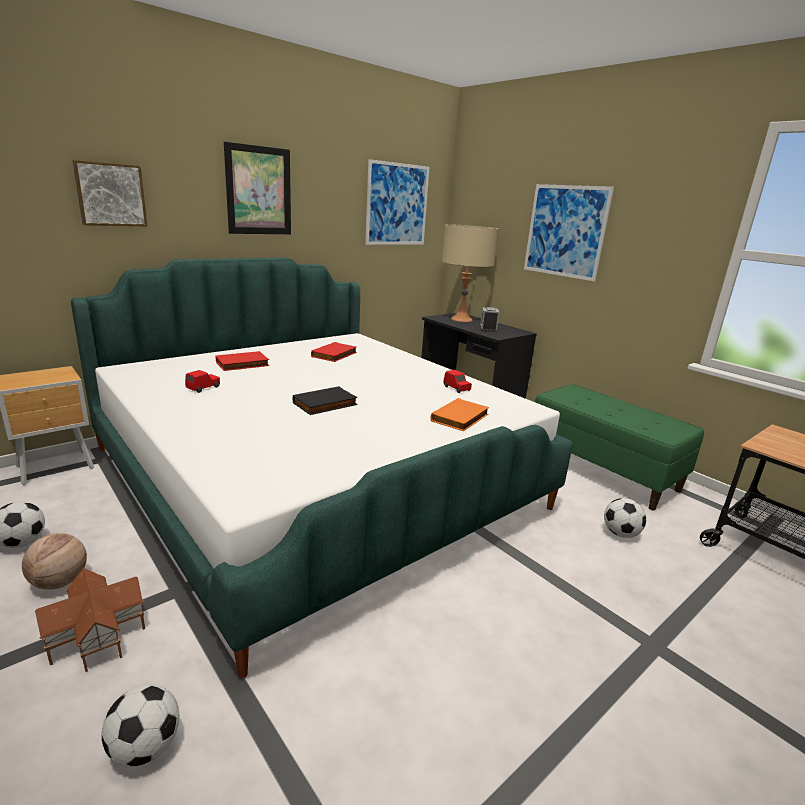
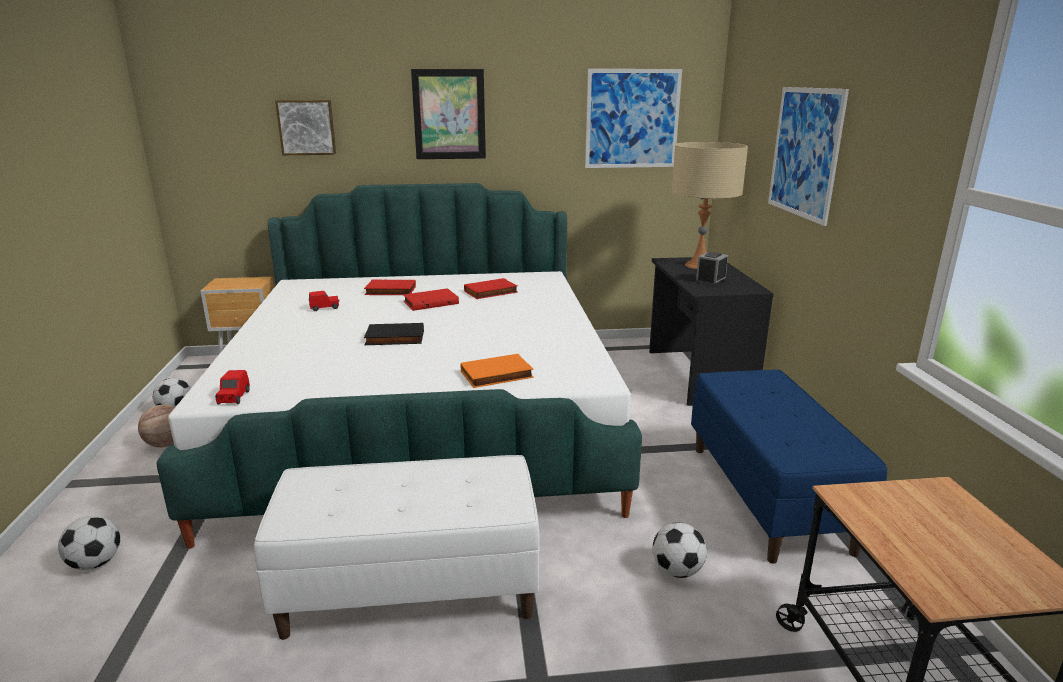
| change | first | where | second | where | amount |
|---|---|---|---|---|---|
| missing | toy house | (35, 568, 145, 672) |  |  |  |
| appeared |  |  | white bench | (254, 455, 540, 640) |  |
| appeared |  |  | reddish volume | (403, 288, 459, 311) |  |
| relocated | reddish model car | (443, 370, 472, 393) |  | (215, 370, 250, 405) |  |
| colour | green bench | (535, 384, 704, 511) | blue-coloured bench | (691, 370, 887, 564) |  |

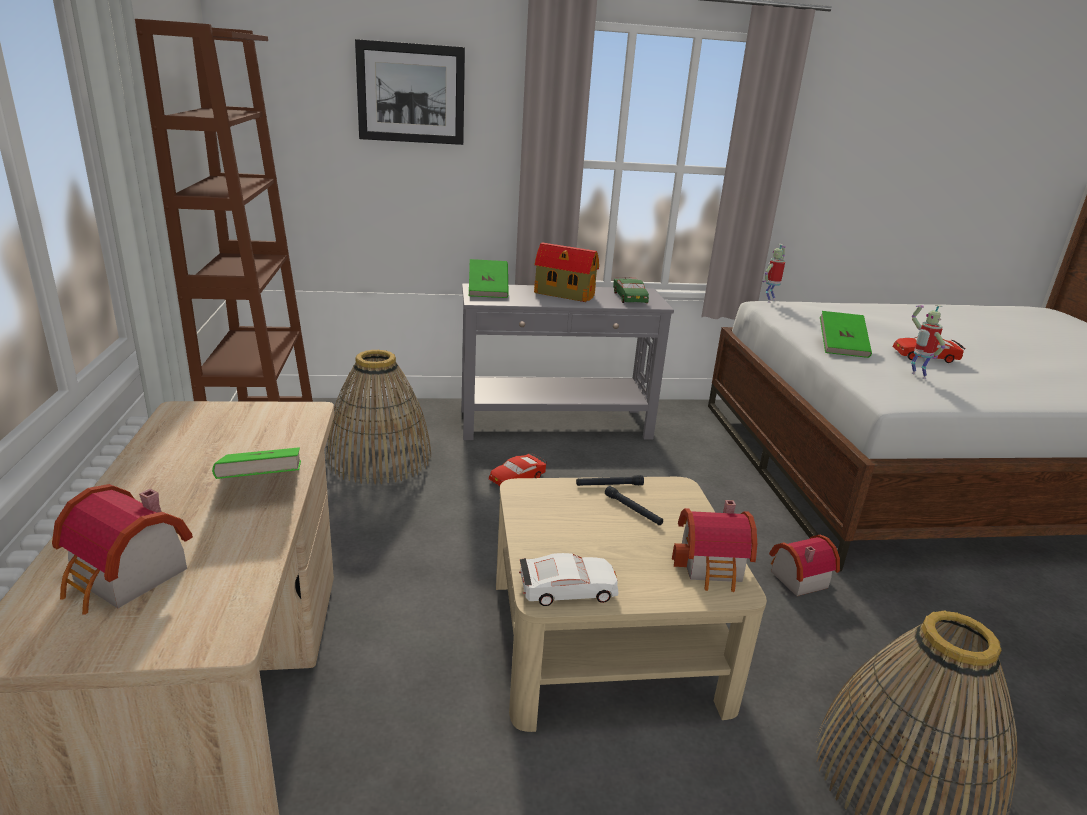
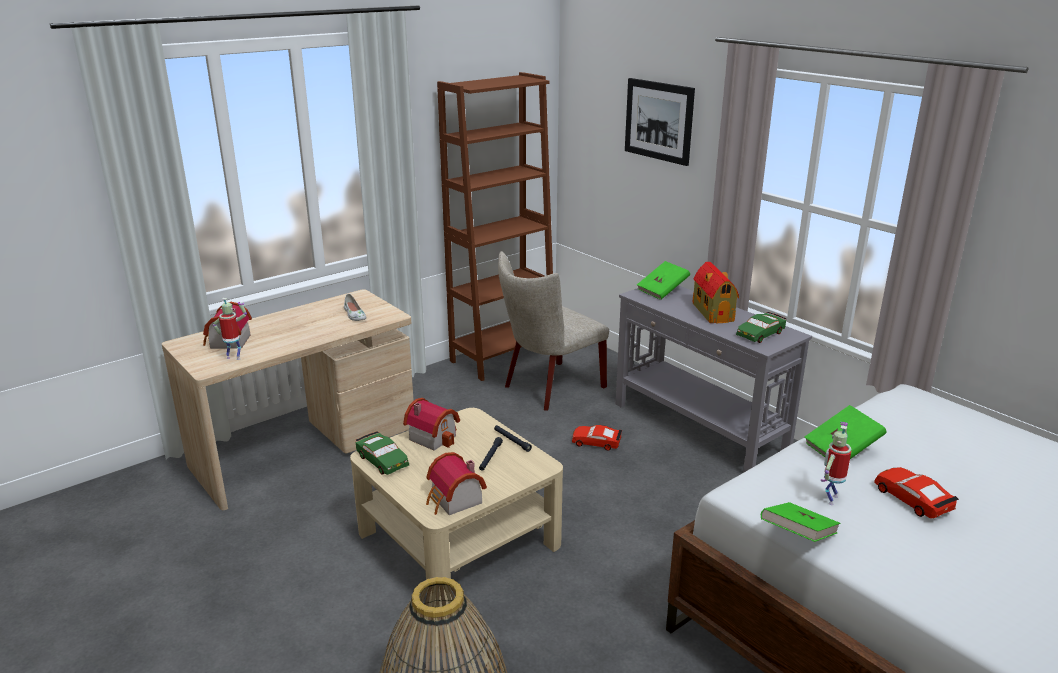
| change | first | where | second | where | amount |
|---|---|---|---|---|---|
| appeared |  |  | white shoe | (344, 294, 366, 321) |  |
| relocated | green volume | (212, 447, 301, 479) |  | (761, 502, 840, 542) |  |
| relocated | model robot | (762, 244, 785, 303) |  | (213, 298, 247, 360) |  |
| relocated | toy house | (769, 534, 840, 596) |  | (403, 398, 460, 450) |  |
| exchanged | household basket | (326, 350, 431, 484) | beige-coloured plain chair | (498, 251, 609, 411) |  |
| colour | white model car | (519, 553, 618, 606) | green model car | (356, 431, 409, 475) |  |

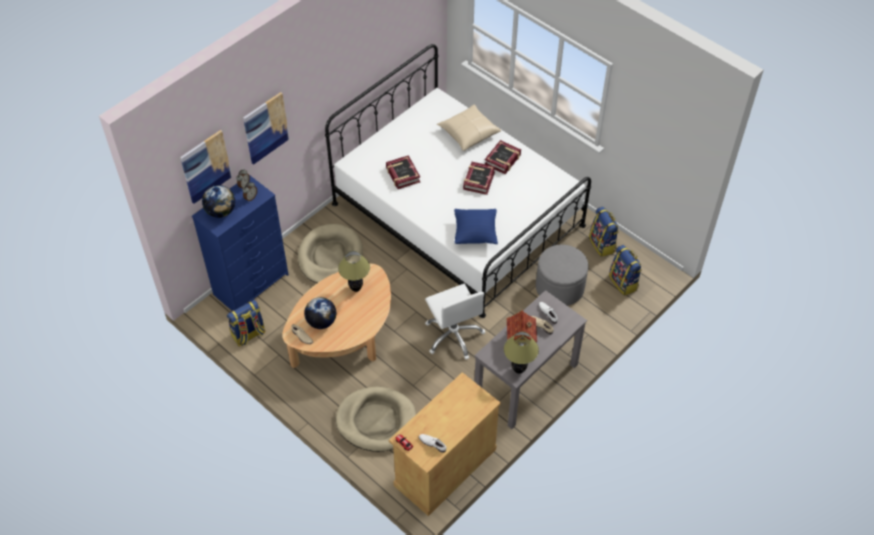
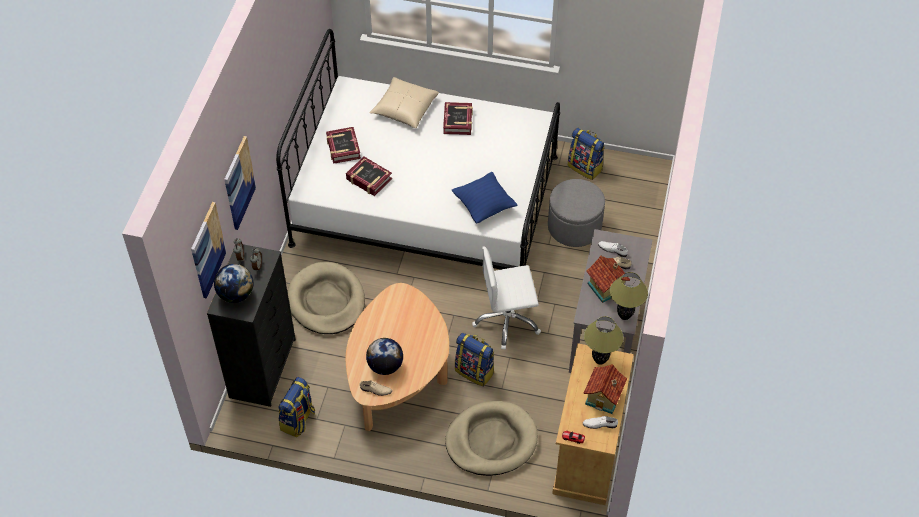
| change | first | where | second | where | amount |
|---|---|---|---|---|---|
| appeared |  |  | toy house | (584, 364, 627, 414) |  |
| relocated | lamp for a table | (338, 251, 370, 292) |  | (584, 316, 624, 365) |  |
| relocated | volume | (463, 162, 495, 195) |  | (326, 127, 361, 164) |  |
| relocated | rucksack | (609, 245, 642, 296) |  | (455, 333, 494, 387) |  |
| colour | blue-coloured drawer chest | (192, 175, 289, 311) | blackish drawer chest | (207, 244, 296, 407) |  |
| spun | white desk chair | (425, 284, 485, 360) |  | (472, 246, 541, 350) | 135 degrees clockwise |

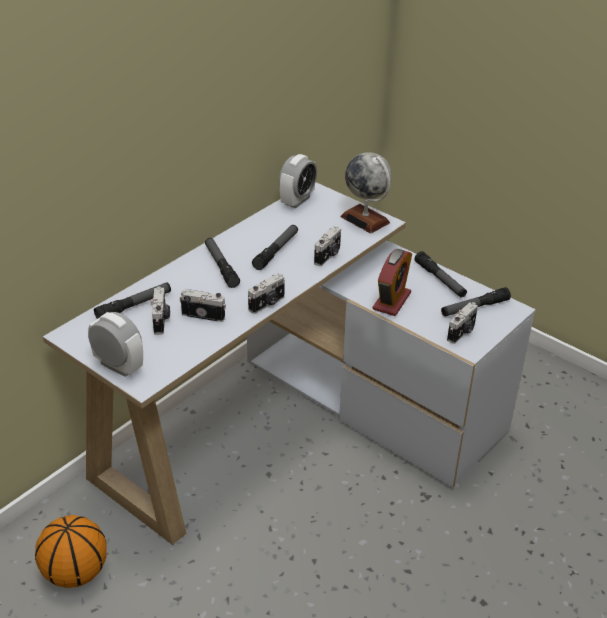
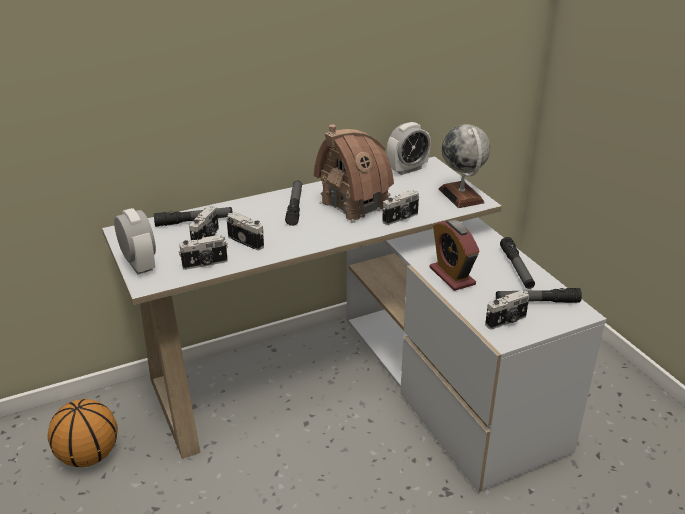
| change | first | where | second | where | amount |
|---|---|---|---|---|---|
| relocated | photo camera | (248, 273, 285, 314) |  | (178, 235, 228, 270) |  |
| exchanged | hand torch | (252, 225, 298, 270) | toy house | (314, 125, 394, 223) |  |
| spun | table clock | (373, 249, 412, 316) |  | (430, 219, 479, 291) | 105 degrees clockwise |

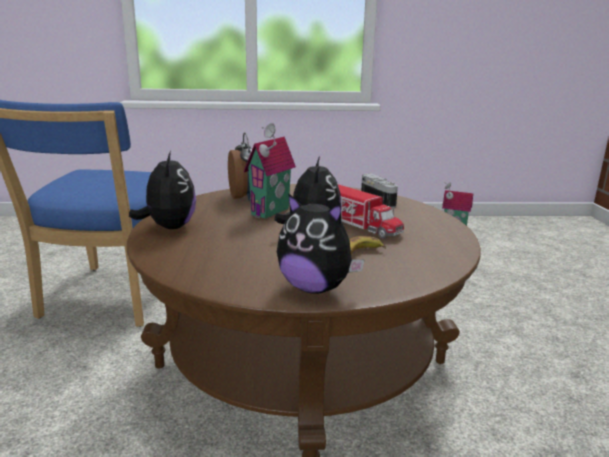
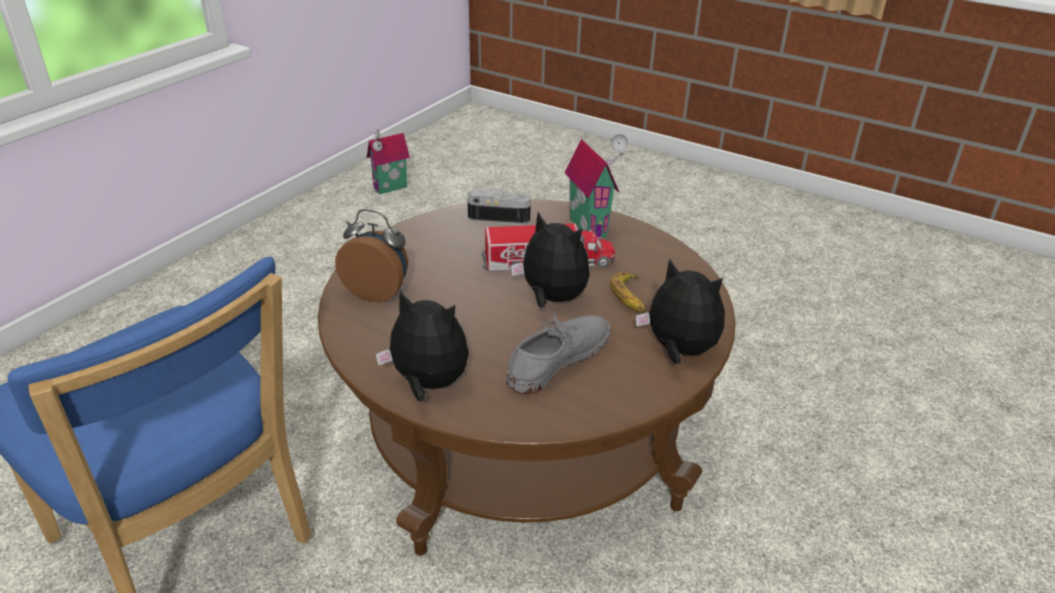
| change | first | where | second | where | amount |
|---|---|---|---|---|---|
| appeared |  |  | grey shoe | (506, 314, 610, 394) |  |
| relocated | toy house | (244, 123, 296, 219) |  | (564, 134, 629, 239) |  |
| spun | soft toy | (277, 193, 365, 294) |  | (636, 258, 725, 364) | 120 degrees counterclockwise |

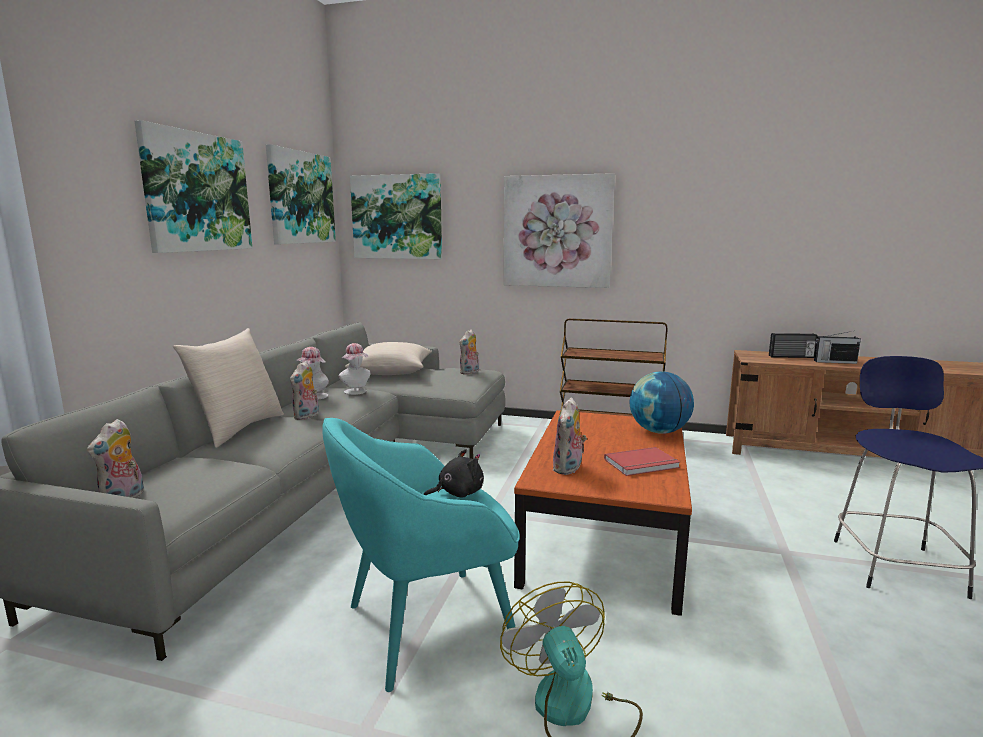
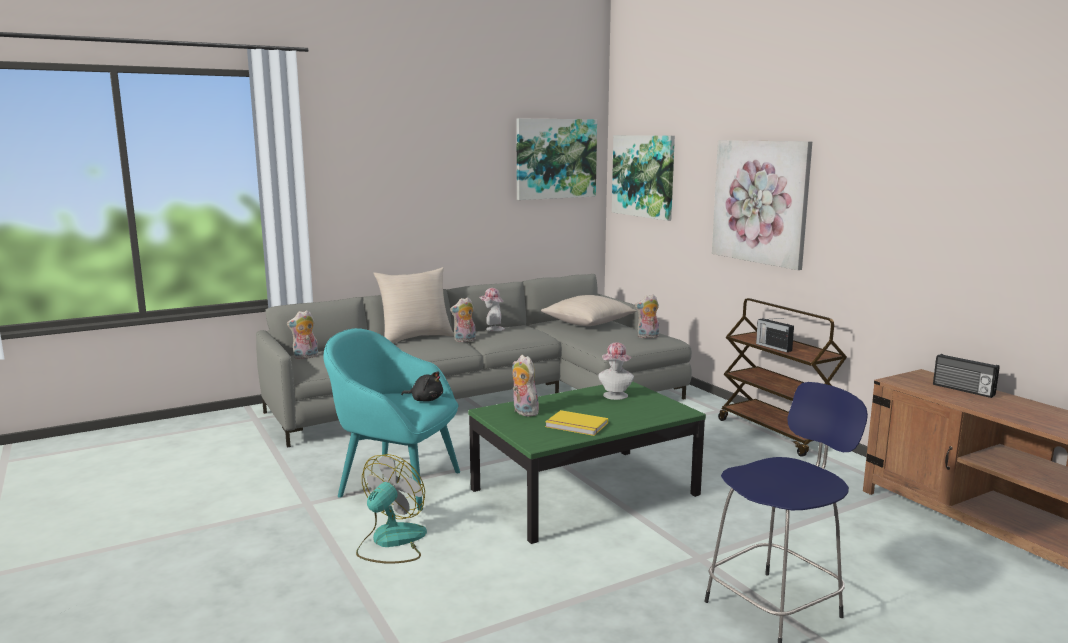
| change | first | where | second | where | amount |
|---|---|---|---|---|---|
| missing | picture | (135, 120, 252, 253) |  |  |  |
| missing | desk globe | (630, 371, 694, 434) |  |  |  |
| relocated | clothing hat | (339, 343, 370, 395) |  | (598, 342, 634, 400) |  |
| relocated | radio | (814, 331, 861, 364) |  | (756, 318, 794, 352) |  |
| colour | brown-coloured lounge table | (514, 410, 692, 616) | green lounge table | (468, 381, 706, 544) |  |
| colour | reddish volume | (604, 447, 680, 476) | yellowish volume | (545, 410, 608, 436) |  |
| spun | soft toy | (552, 397, 587, 475) |  | (512, 355, 541, 417) | 75 degrees clockwise |

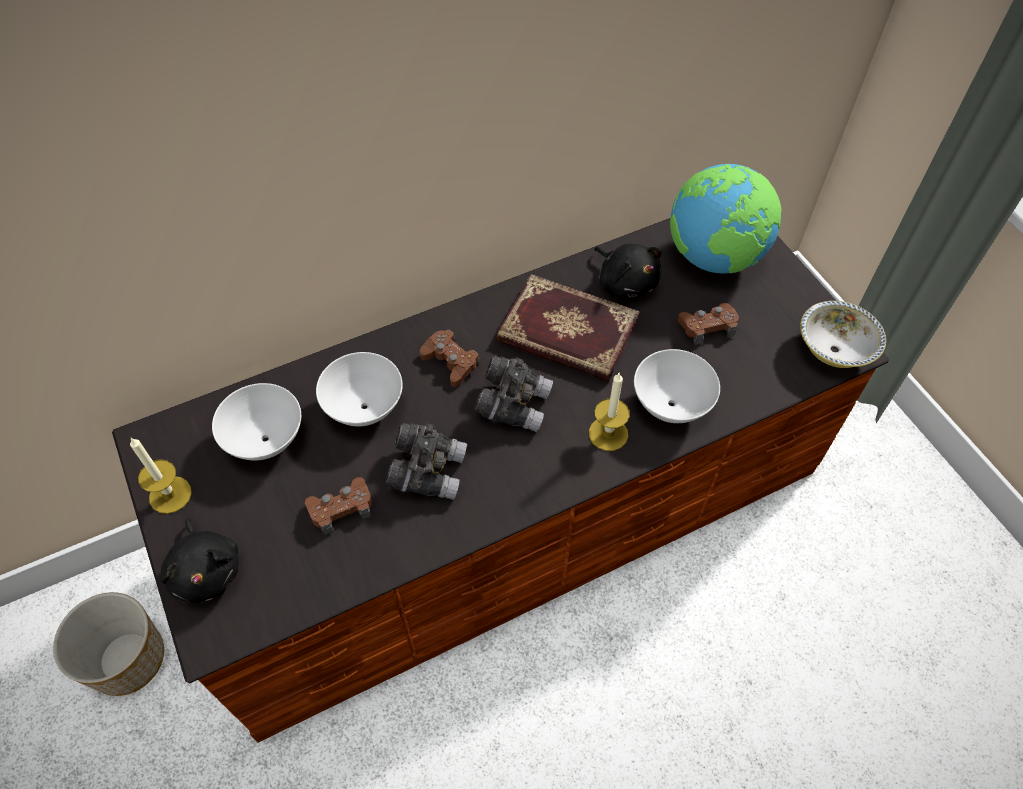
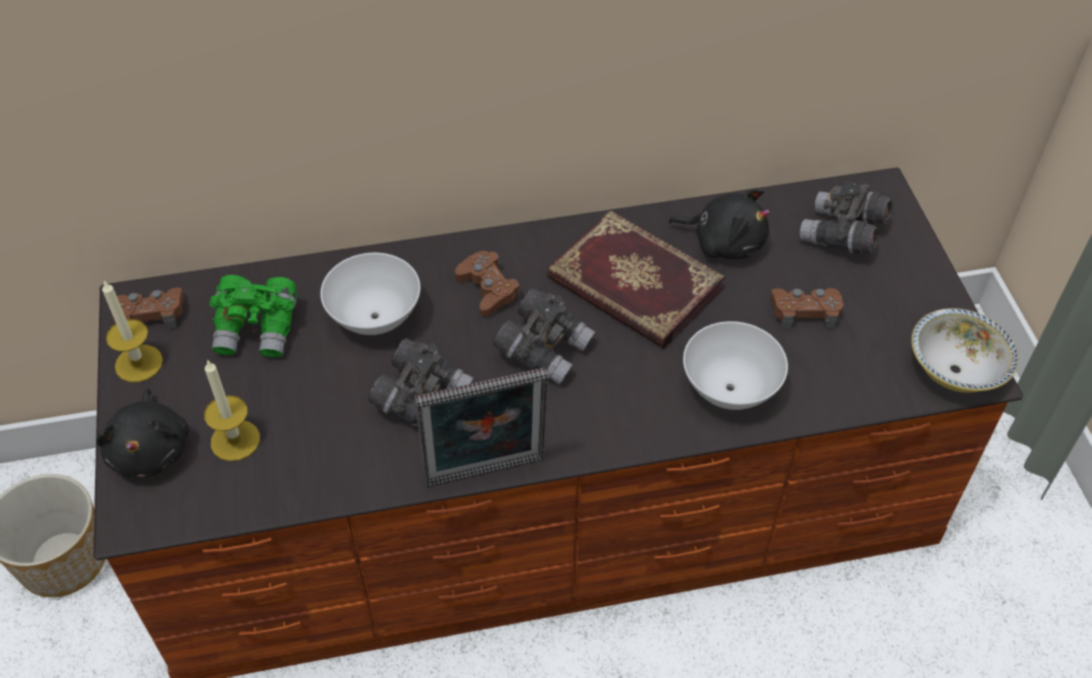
| change | first | where | second | where | amount |
|---|---|---|---|---|---|
| appeared |  |  | picture frame | (415, 368, 548, 487) |  |
| relocated | brown-coloured gamepad | (305, 477, 372, 535) |  | (111, 287, 184, 329) |  |
| relocated | wax light | (589, 372, 630, 451) |  | (204, 359, 260, 461) |  |
| exchanged | white bowl | (212, 383, 301, 460) | green binoculars | (209, 275, 297, 358) |  |
| exchanged | desk globe | (670, 164, 782, 274) | grey binoculars | (800, 182, 893, 254) |  |
| spun | blackish soft toy | (594, 243, 662, 298) |  | (668, 189, 770, 259) | 45 degrees counterclockwise |

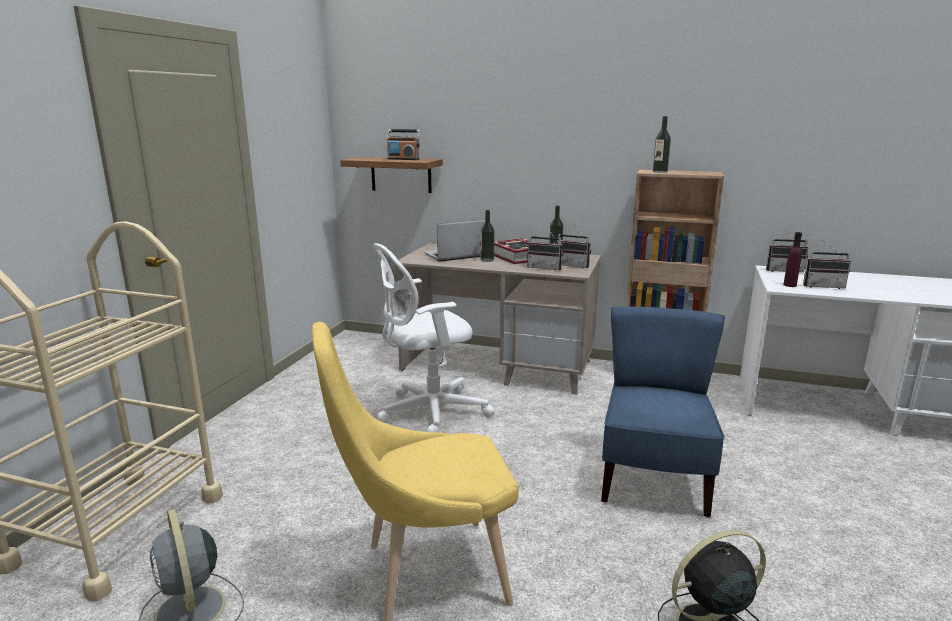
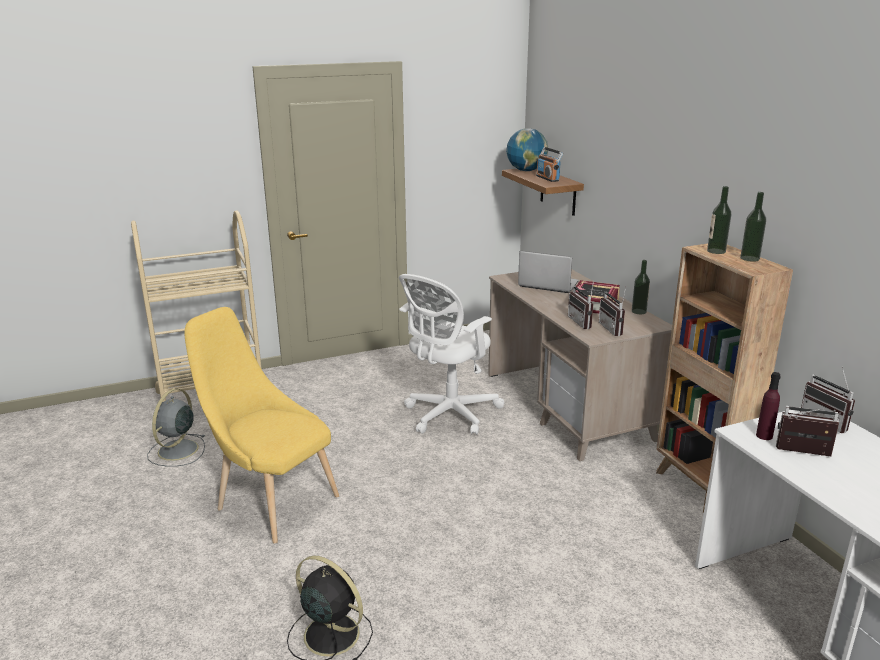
| change | first | where | second | where | amount |
|---|---|---|---|---|---|
| missing | blue-coloured plain chair | (601, 306, 725, 517) |  |  |  |
| appeared |  |  | desk globe | (506, 128, 548, 171) |  |
| relocated | bottle | (481, 210, 494, 262) |  | (740, 192, 766, 262) |  |
| spun | white desk chair | (372, 243, 495, 433) |  | (399, 274, 504, 435) | 75 degrees counterclockwise |
| spun | radio | (803, 241, 851, 289) |  | (776, 406, 839, 456) | 135 degrees clockwise |

